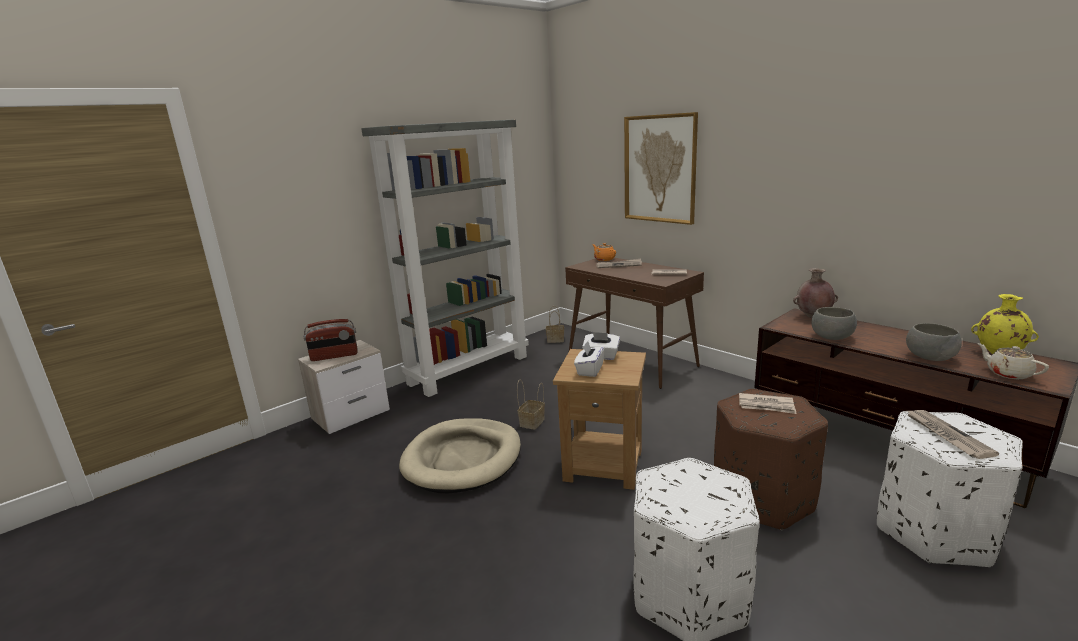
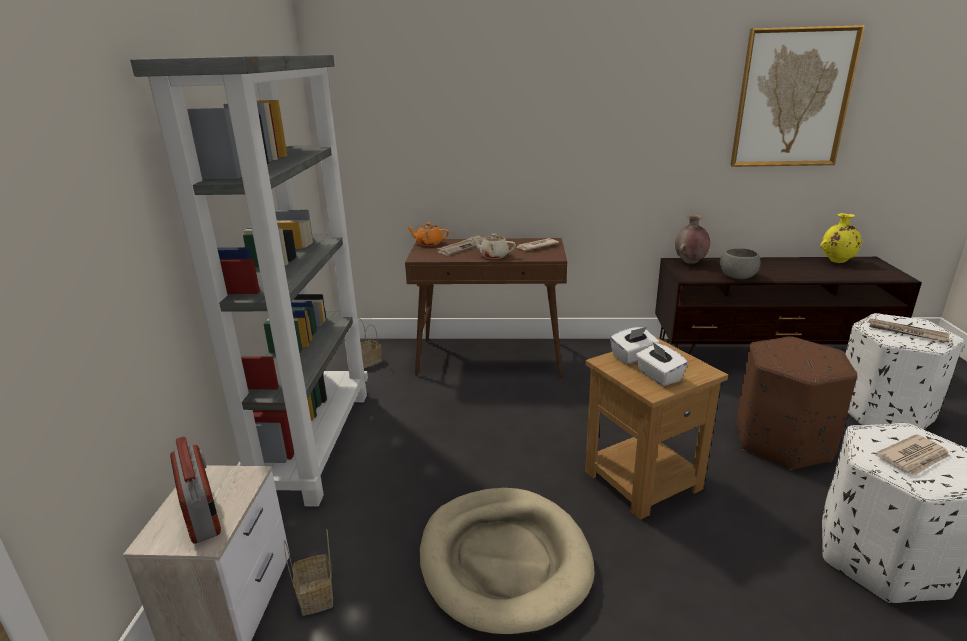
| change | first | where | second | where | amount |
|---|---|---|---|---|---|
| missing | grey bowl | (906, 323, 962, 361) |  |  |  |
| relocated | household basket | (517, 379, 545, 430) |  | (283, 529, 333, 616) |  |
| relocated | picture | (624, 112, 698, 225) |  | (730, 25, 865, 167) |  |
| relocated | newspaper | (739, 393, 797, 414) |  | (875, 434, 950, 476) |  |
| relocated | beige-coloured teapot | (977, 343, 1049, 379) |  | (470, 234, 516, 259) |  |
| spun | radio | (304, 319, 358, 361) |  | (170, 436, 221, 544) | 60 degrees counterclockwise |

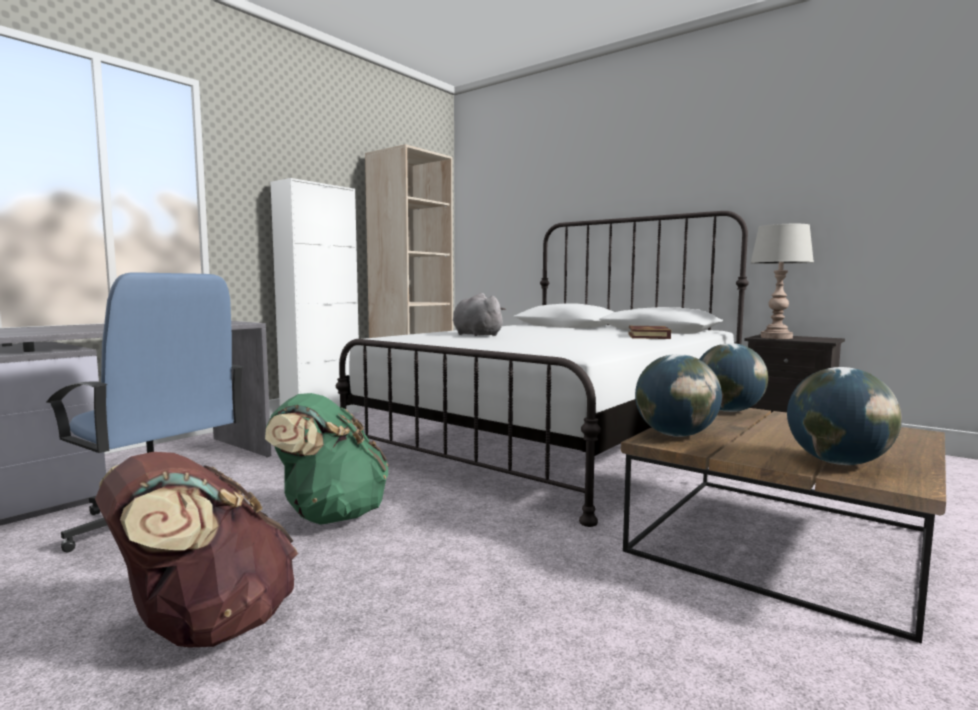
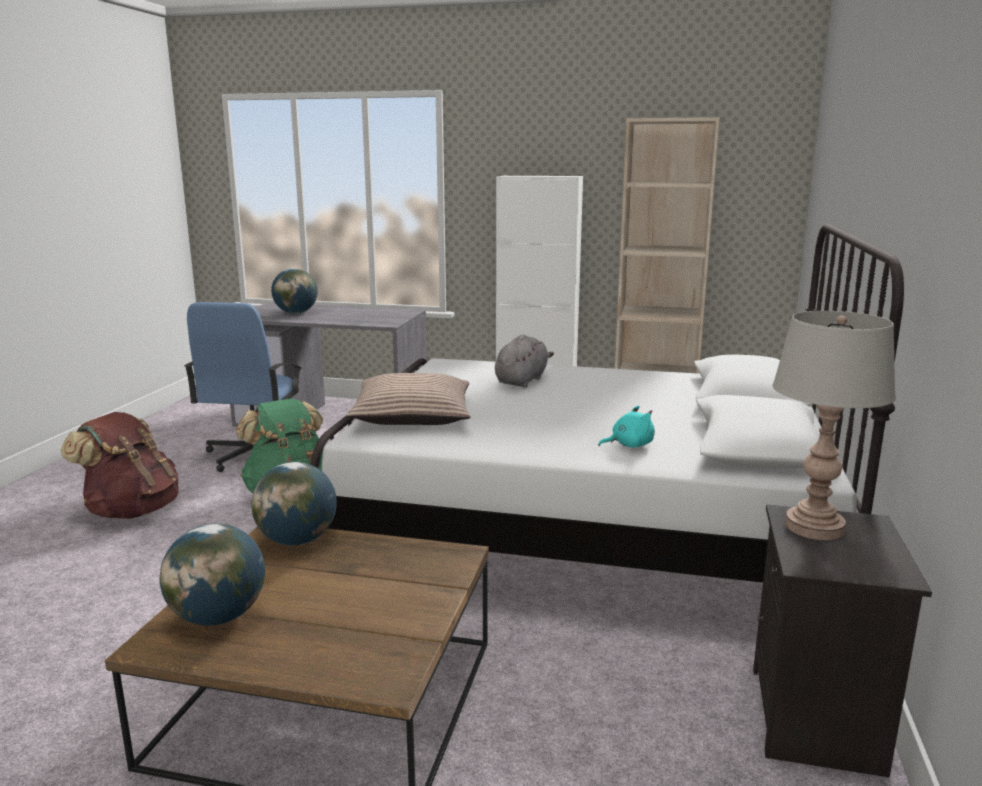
| change | first | where | second | where | amount |
|---|---|---|---|---|---|
| appeared |  |  | cushion | (347, 373, 470, 425) |  |
| relocated | desk globe | (699, 343, 768, 412) |  | (271, 268, 318, 314) |  |
| exchanged | volume | (628, 326, 671, 339) | turquoise-coloured soft toy | (598, 406, 655, 448) |  |

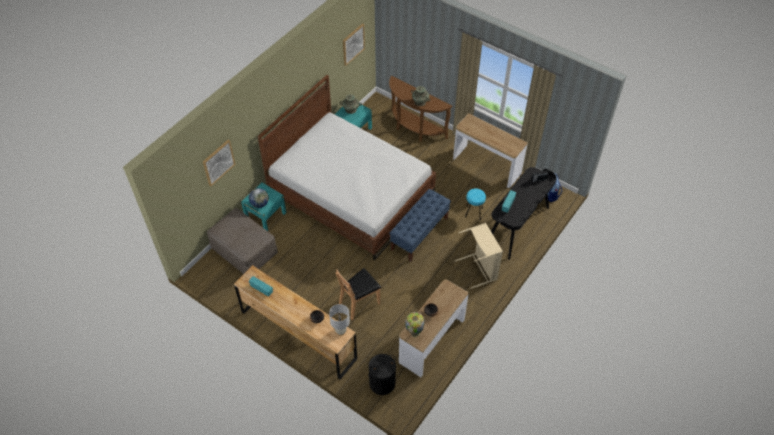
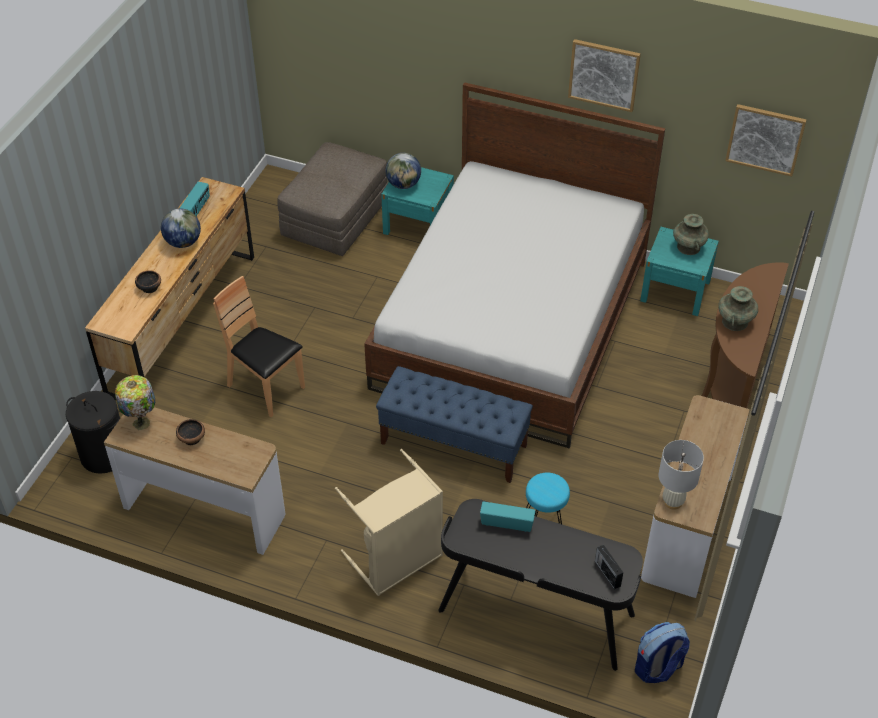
| change | first | where | second | where | amount |
|---|---|---|---|---|---|
| appeared |  |  | desk globe | (161, 208, 201, 248) |  |
| relocated | picture | (203, 140, 235, 186) |  | (568, 39, 641, 112) |  |
| relocated | white lamp for a table | (329, 304, 350, 335) |  | (658, 440, 704, 510) |  |

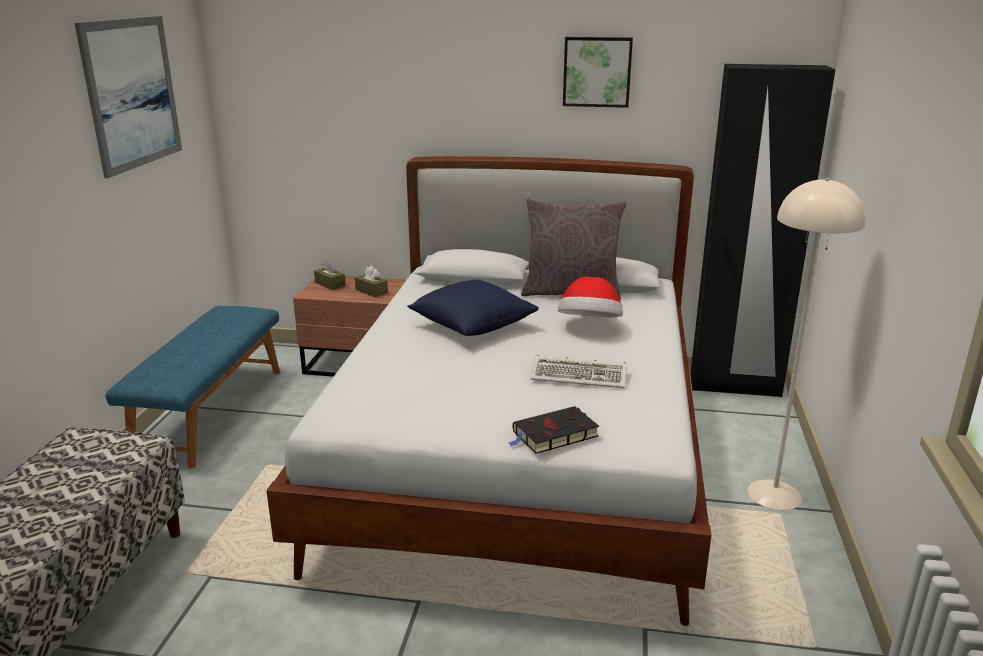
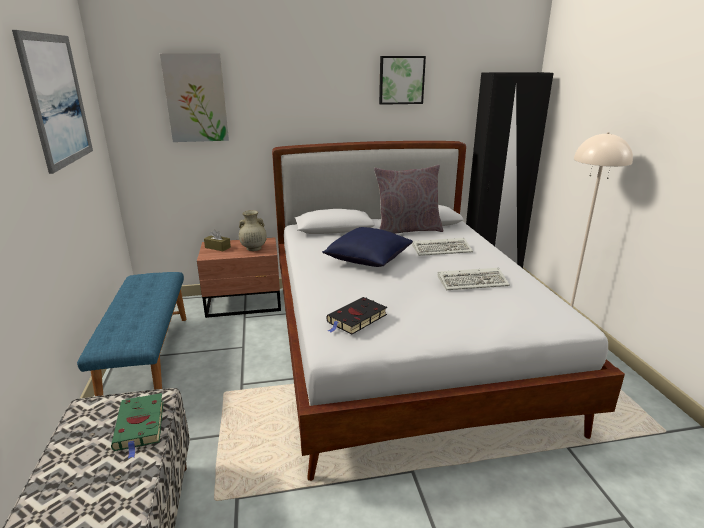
| change | first | where | second | where | amount |
|---|---|---|---|---|---|
| appeared |  |  | green volume | (111, 393, 164, 459) |  |
| appeared |  |  | picture | (160, 53, 229, 142) |  |
| relocated | blackish volume | (508, 406, 599, 454) |  | (326, 297, 387, 335) |  |
| exchanged | brown-coloured tissue box | (355, 266, 388, 298) | beige-coloured vase | (239, 210, 267, 251) |  |
| exchanged | clothing hat | (558, 276, 623, 317) | keyboard | (412, 238, 473, 256) |  |

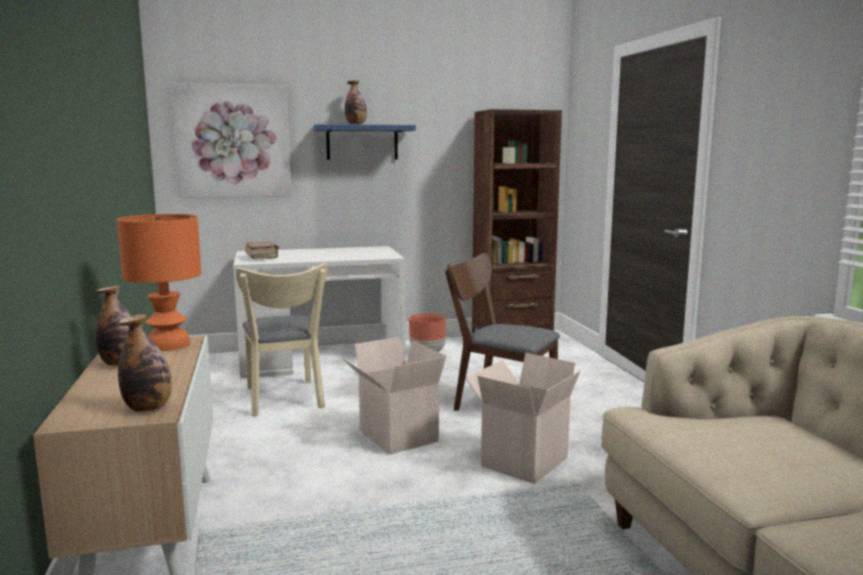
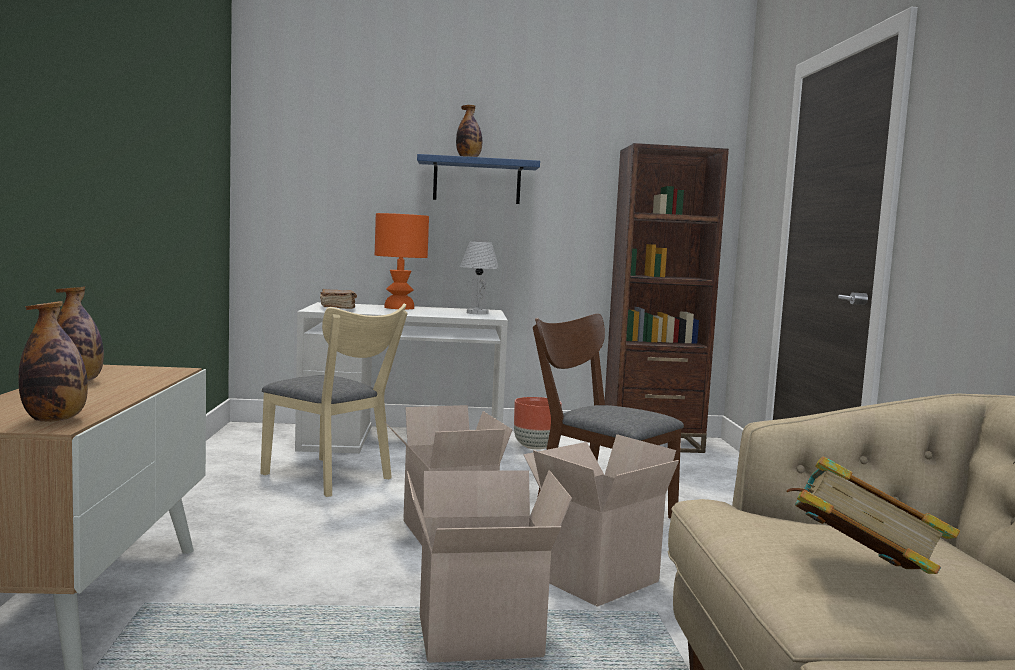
| change | first | where | second | where | amount |
|---|---|---|---|---|---|
| missing | picture | (170, 83, 292, 198) |  |  |  |
| appeared |  |  | packing box | (407, 470, 572, 663) |  |
| appeared |  |  | white lamp for a table | (460, 242, 499, 315) |  |
| appeared |  |  | volume | (787, 456, 960, 574) |  |
| relocated | orange-coloured lamp for a table | (117, 214, 201, 351) |  | (375, 213, 429, 309) |  |
| spun | beige-coloured plain chair | (236, 263, 328, 416) |  | (260, 304, 408, 497) | 45 degrees counterclockwise |

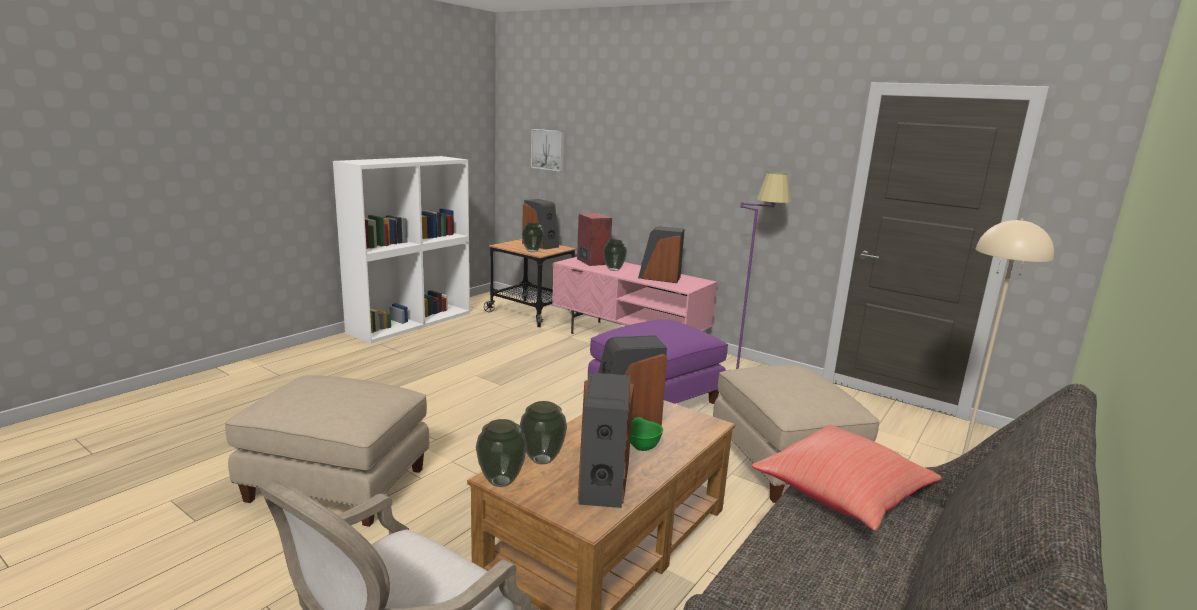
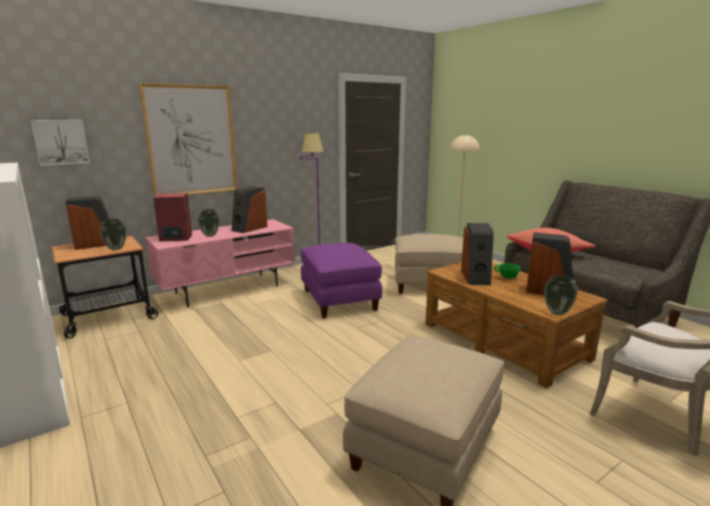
| change | first | where | second | where | amount |
|---|---|---|---|---|---|
| missing | vase | (520, 401, 567, 464) |  |  |  |
| appeared |  |  | picture | (139, 83, 237, 197) |  |

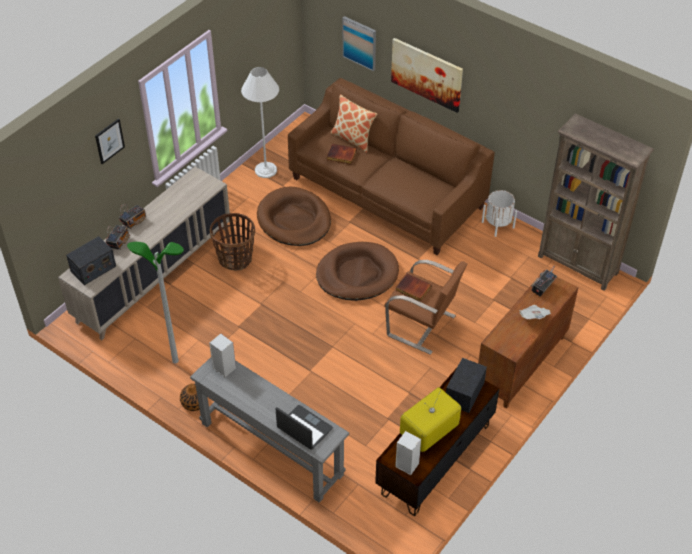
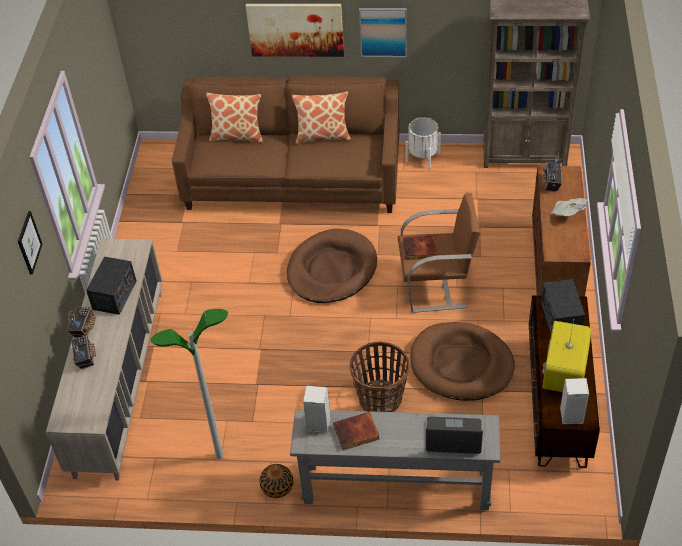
| change | first | where | second | where | amount |
|---|---|---|---|---|---|
| missing | white standing lamp | (241, 67, 279, 178) |  |  |  |
| appeared |  |  | cushion | (292, 91, 351, 144) |  |
| relocated | radio | (66, 236, 116, 285) |  | (86, 257, 137, 315) |  |
| relocated | household basket | (210, 213, 255, 271) |  | (350, 342, 410, 412) |  |
| relocated | brown-coloured dog cushion | (257, 187, 331, 246) |  | (410, 322, 515, 401) |  |
| relocated | volume | (327, 144, 357, 165) |  | (333, 412, 380, 450) |  |
| relocated | picture | (342, 16, 376, 71) |  | (359, 8, 407, 57) |  |

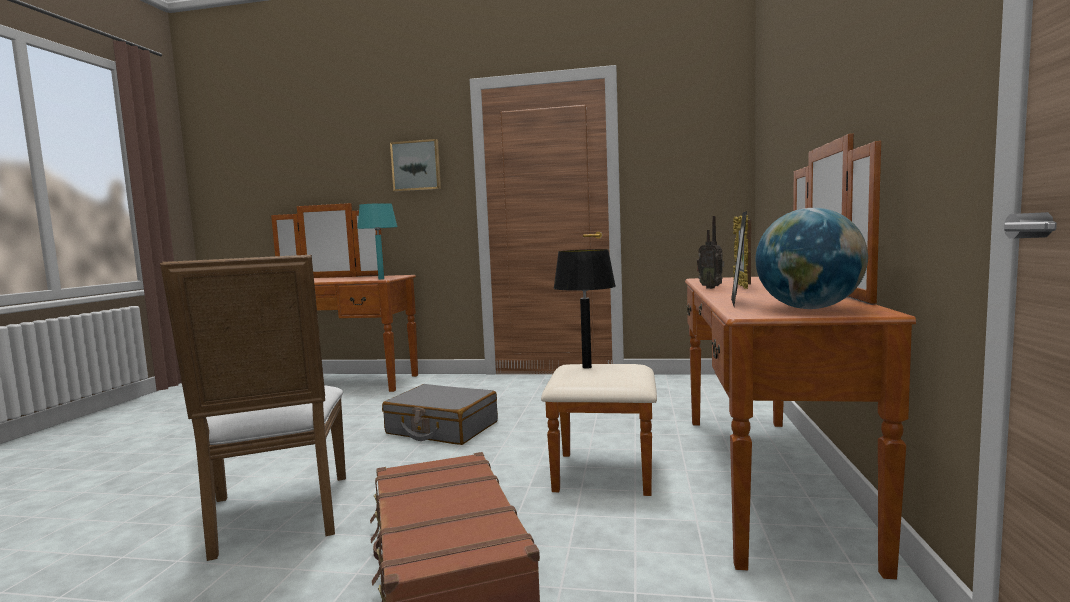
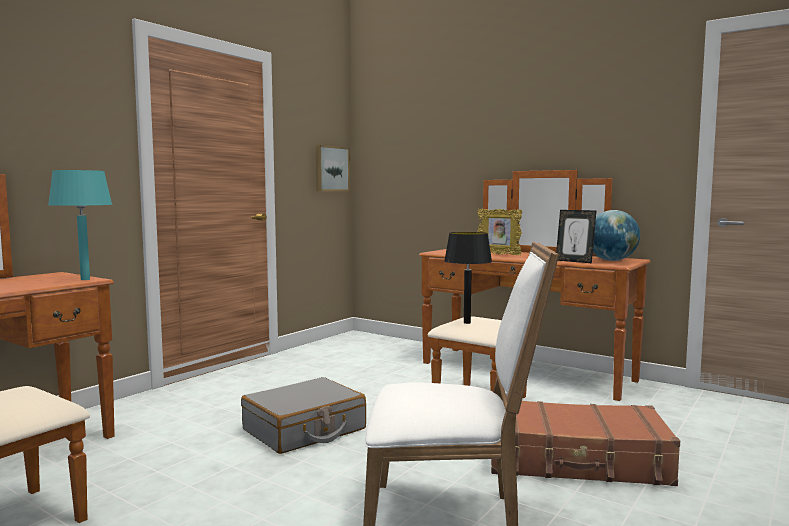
| change | first | where | second | where | amount |
|---|---|---|---|---|---|
| missing | radio | (697, 216, 724, 289) |  |  |  |
| relocated | picture | (390, 139, 441, 192) |  | (316, 145, 350, 191) |  |

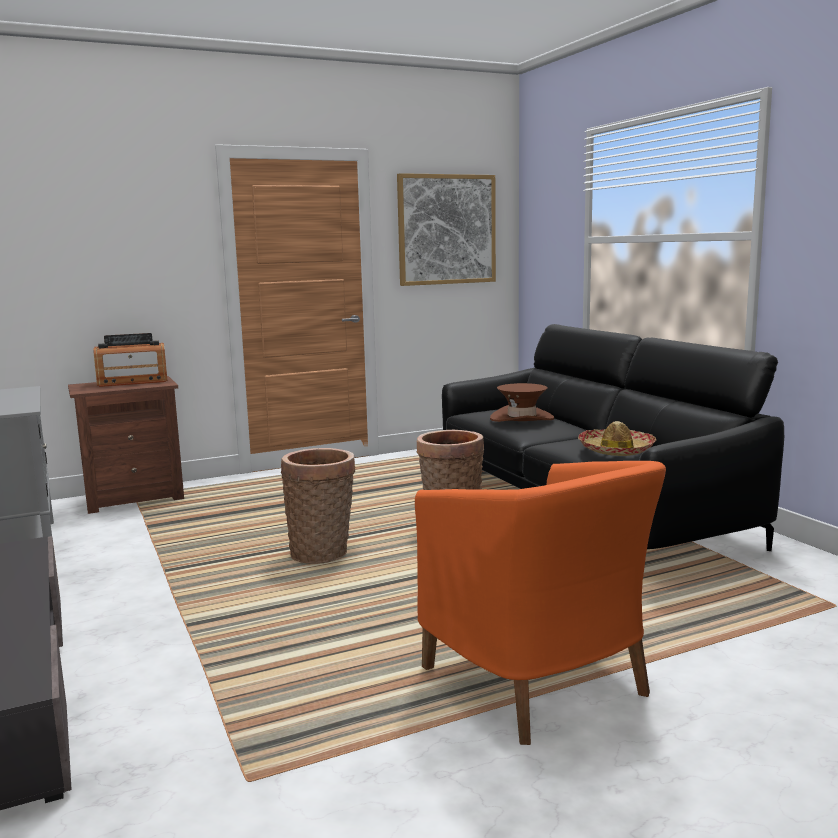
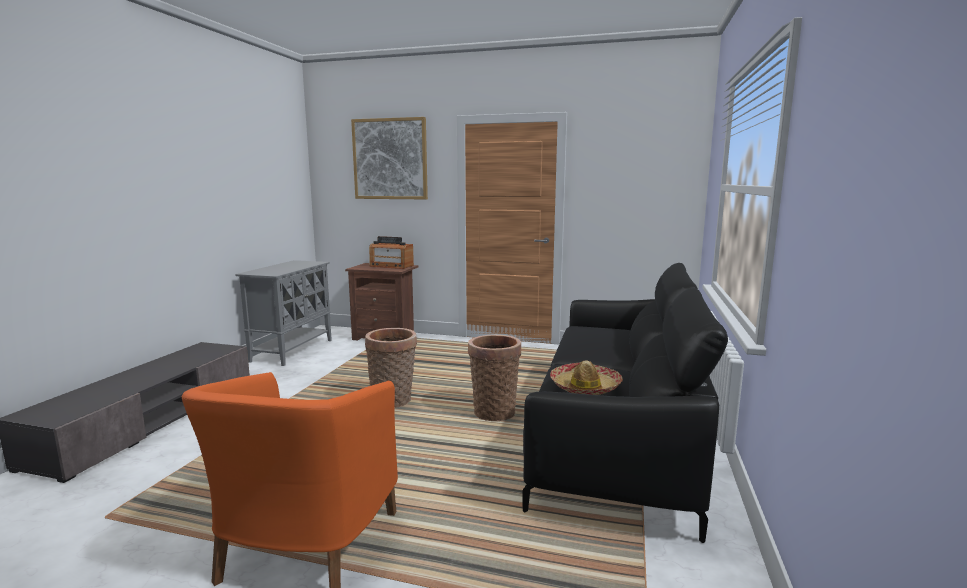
| change | first | where | second | where | amount |
|---|---|---|---|---|---|
| missing | brown-coloured clothing hat | (490, 383, 554, 422) |  |  |  |
| relocated | picture | (397, 173, 496, 286) |  | (351, 117, 428, 199) |  |

